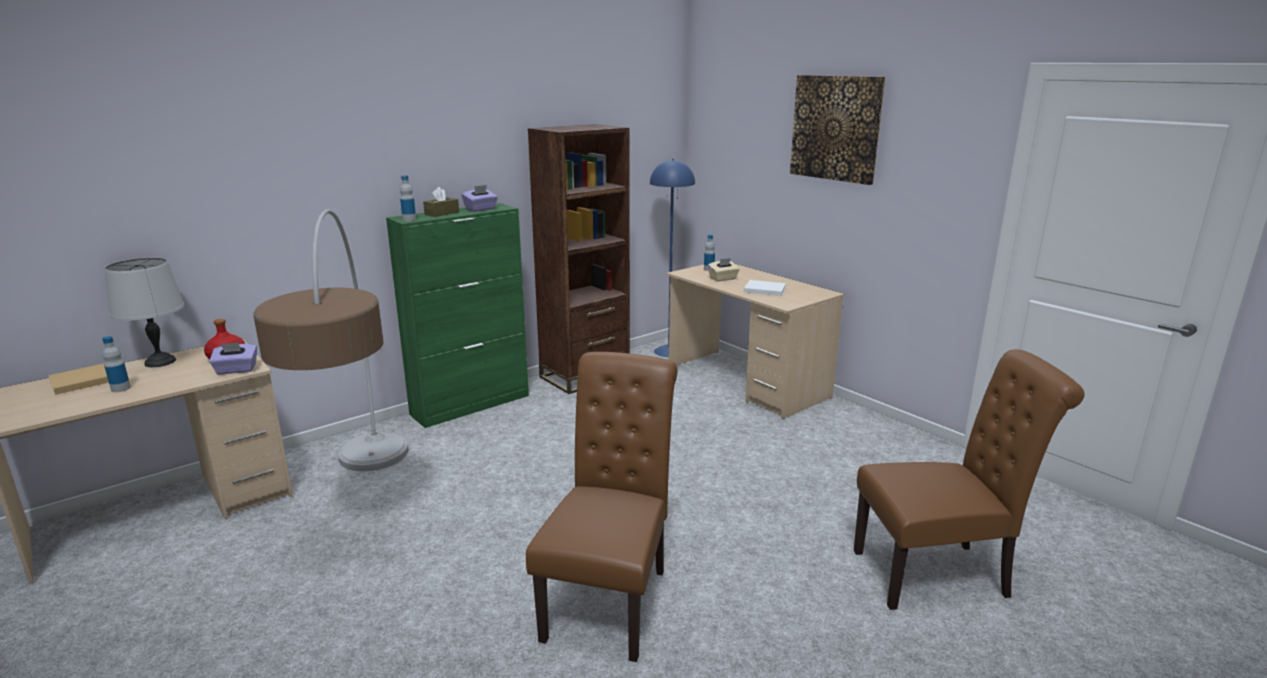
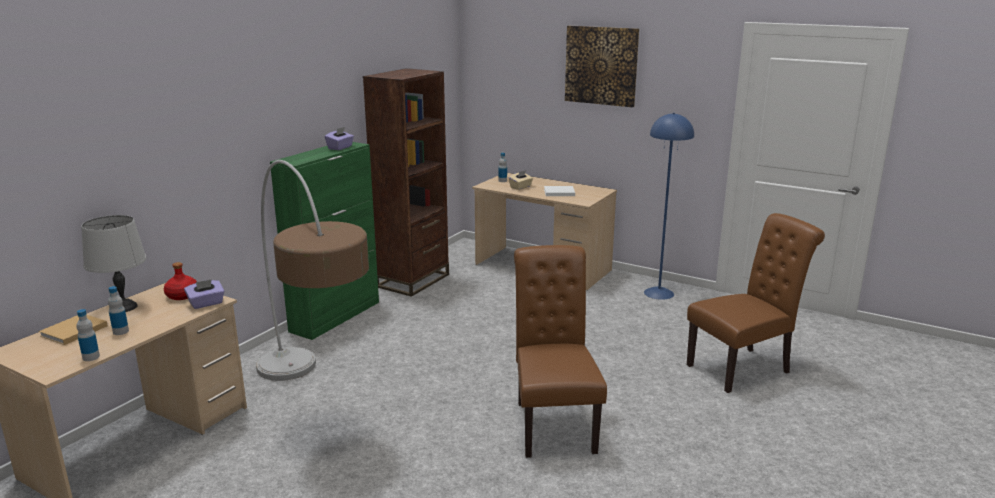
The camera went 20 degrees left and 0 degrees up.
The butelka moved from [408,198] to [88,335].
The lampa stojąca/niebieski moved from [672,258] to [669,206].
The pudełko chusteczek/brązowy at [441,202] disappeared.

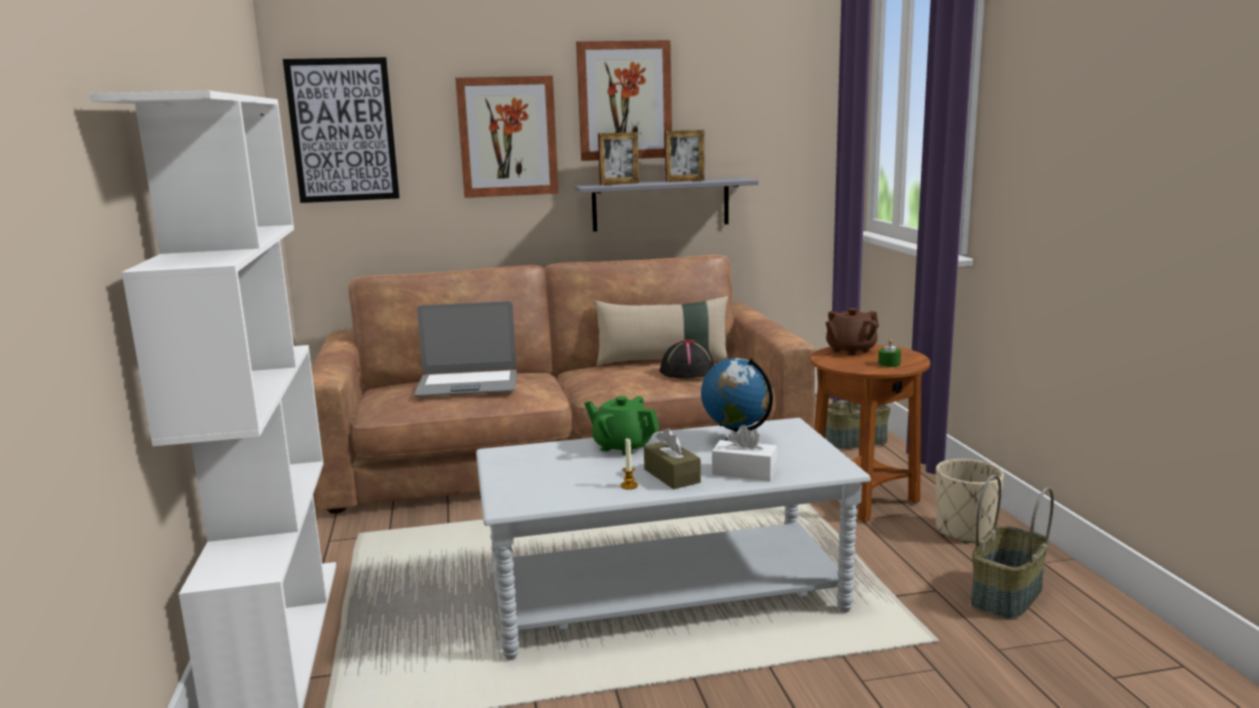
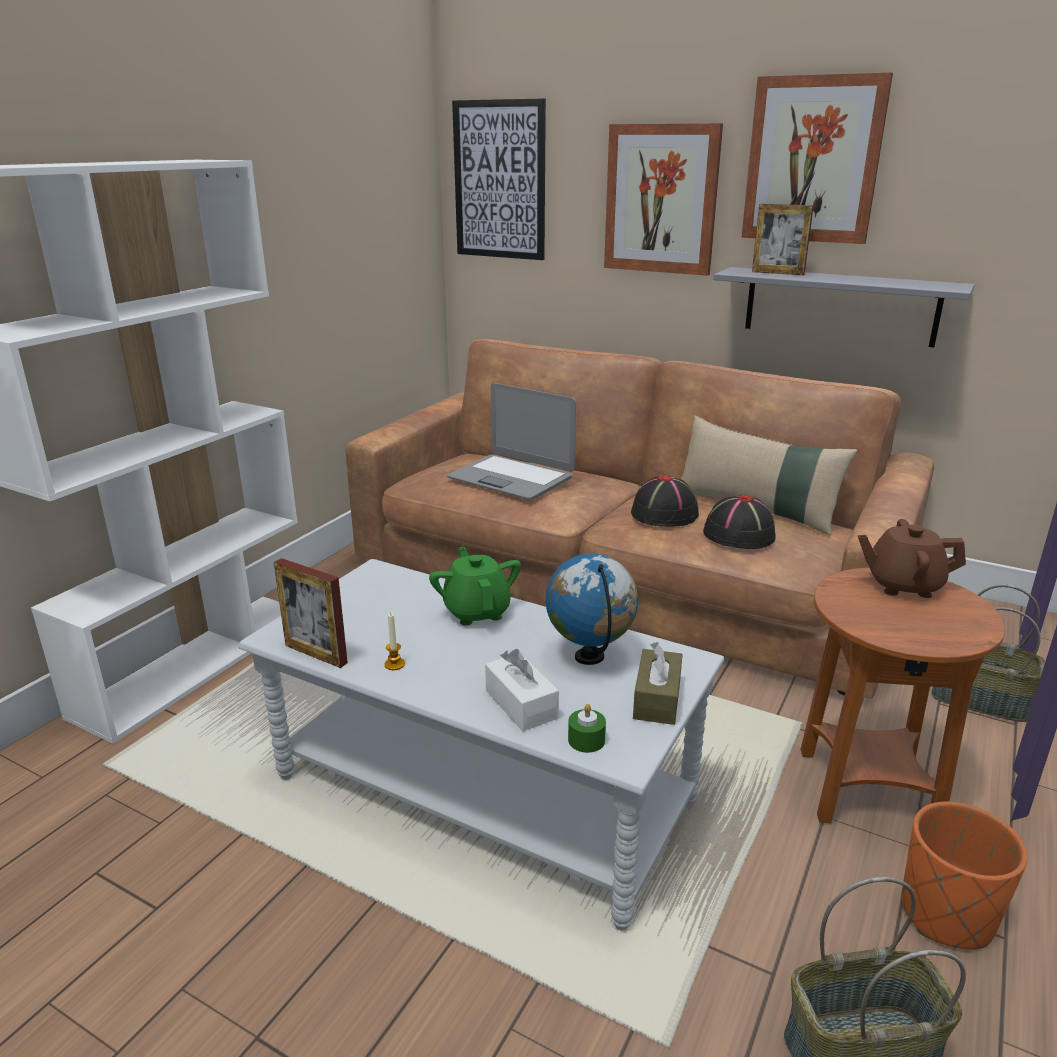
The camera went 40 degrees right and 10 degrees up.
The ramka na zdjęcie moved from [685,156] to [311,613].
The świeca/zielony moved from [889,353] to [587,728].
The kapelusz/czarny at [665,501] appeared.
The pudełko chusteczek/brązowy moved from [672,458] to [658,683].
The donica/beżowy at [970,501] became the donica/pomarańczowy at [964,875].

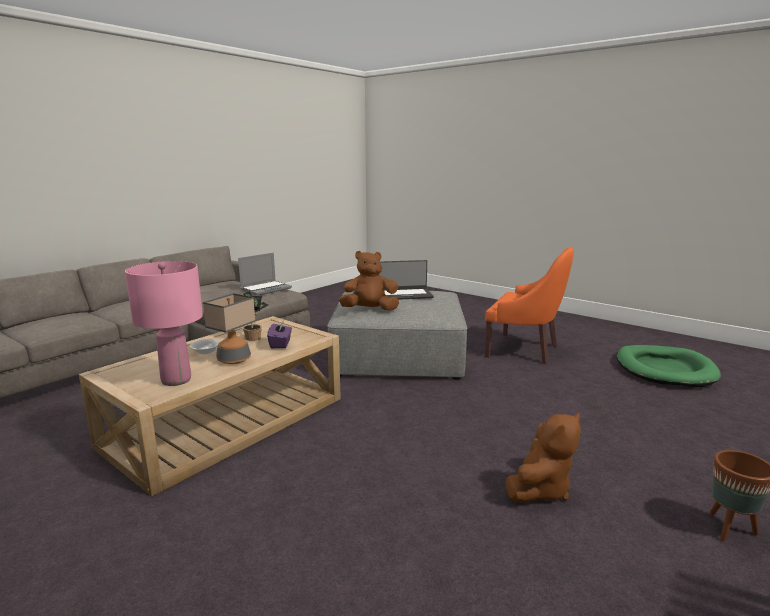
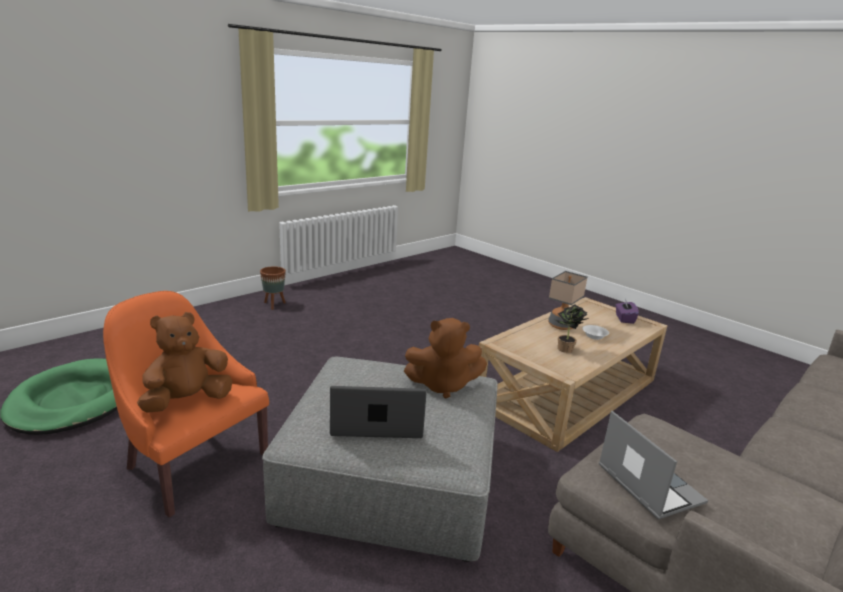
The camera went 175 degrees left and 5 degrees up.
The pluszak/brązowy moved from [543,458] to [185,362].
The laptop at [265,274] turned 105 degrees clockwise.
The pudełko chusteczek/fioletowy moved from [279,334] to [627,311].
The lampa stołowa/różowy at [164,323] disappeared.

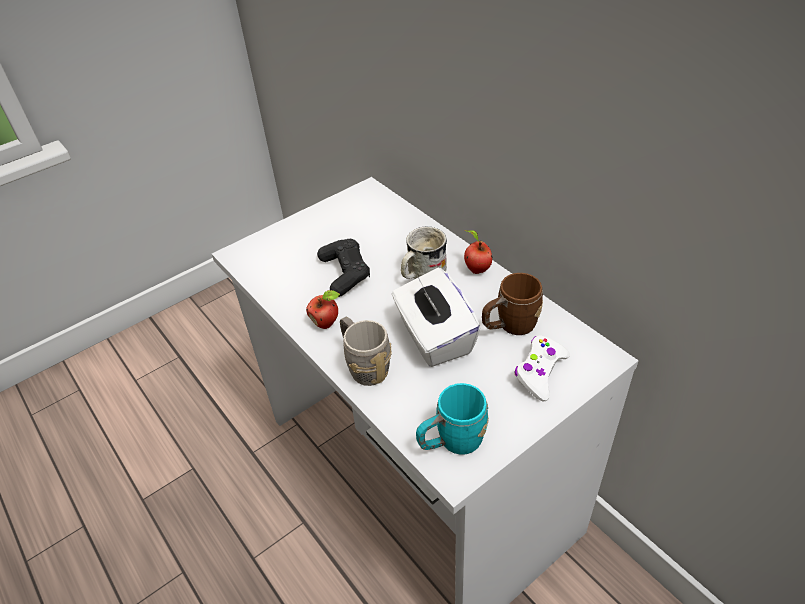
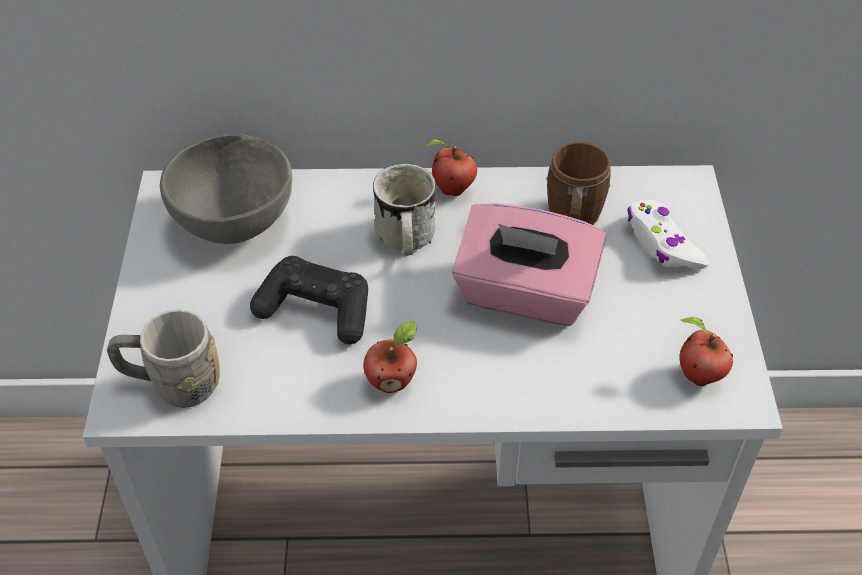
The camera went 55 degrees left and 5 degrees up.
The kubek/szary moved from [365,351] to [163,358].
The miska/szary at [226,189] appeared.
The pudełko chusteczek/biały at [436,317] became the pudełko chusteczek/różowy at [529,264].
The kubek/turkusowy at [452,419] was replaced by the jabłko at [706,351].

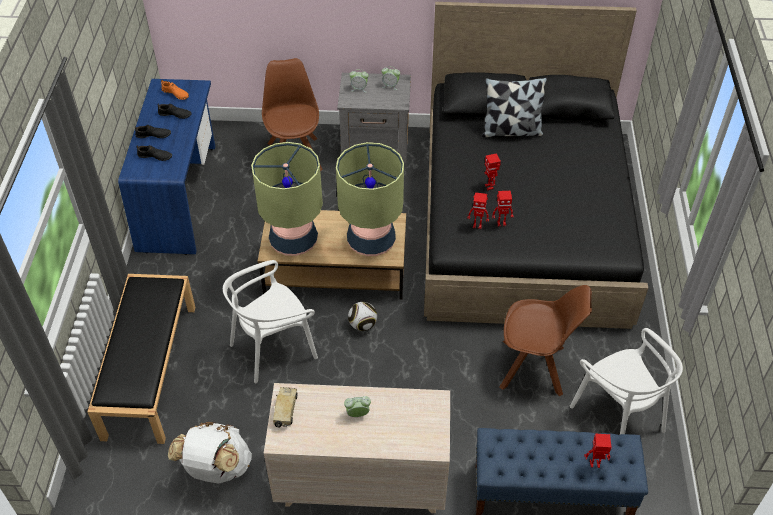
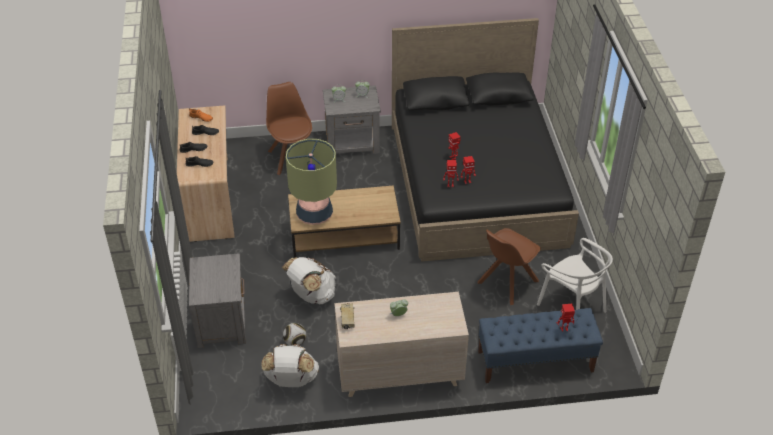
The camera went 10 degrees left and 5 degrees down.
The biurko/niebieski at [166,167] became the biurko/beżowy at [206,173].
The ławka/czarny at [141,359] was replaced by the szafka nocna/szary at [217,300].
The krzesło/biały at [270,321] was replaced by the plecak/biały at [309,280].
The piłka futbolowa moved from [362,316] to [294,334].
The krzesło/brązowy at [546,340] turned 135 degrees clockwise.
The lampa stołowa at [370,199] disappeared.
The poduszka at [514,107] disappeared.

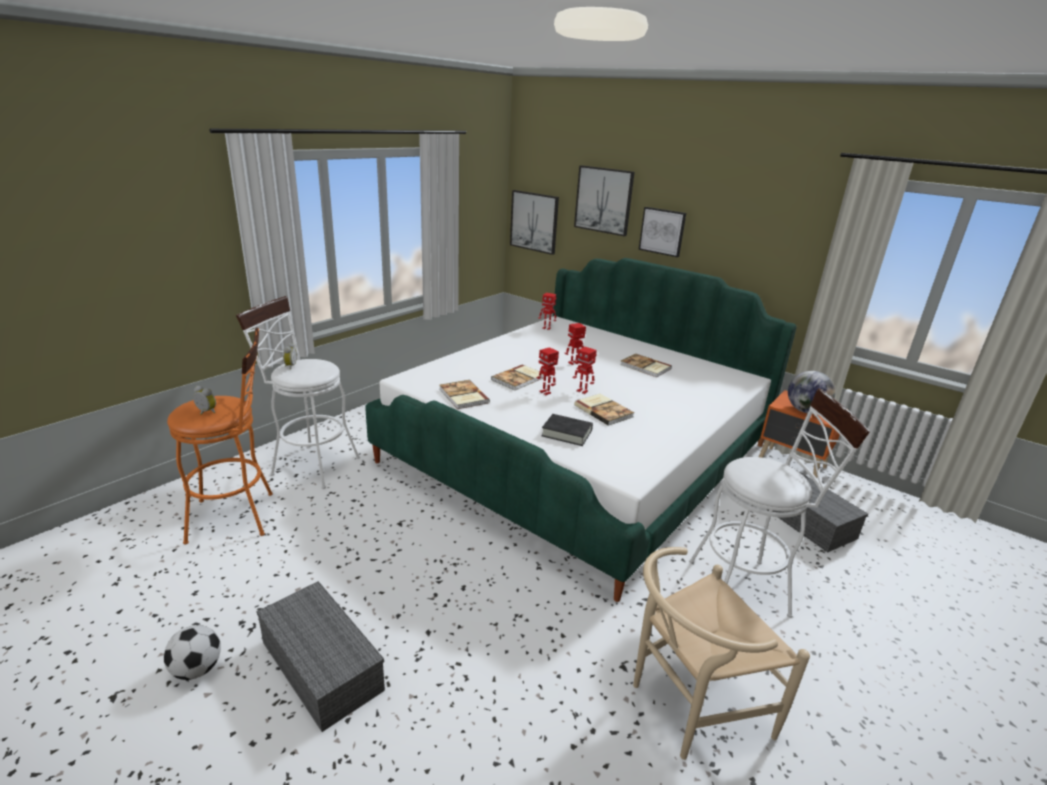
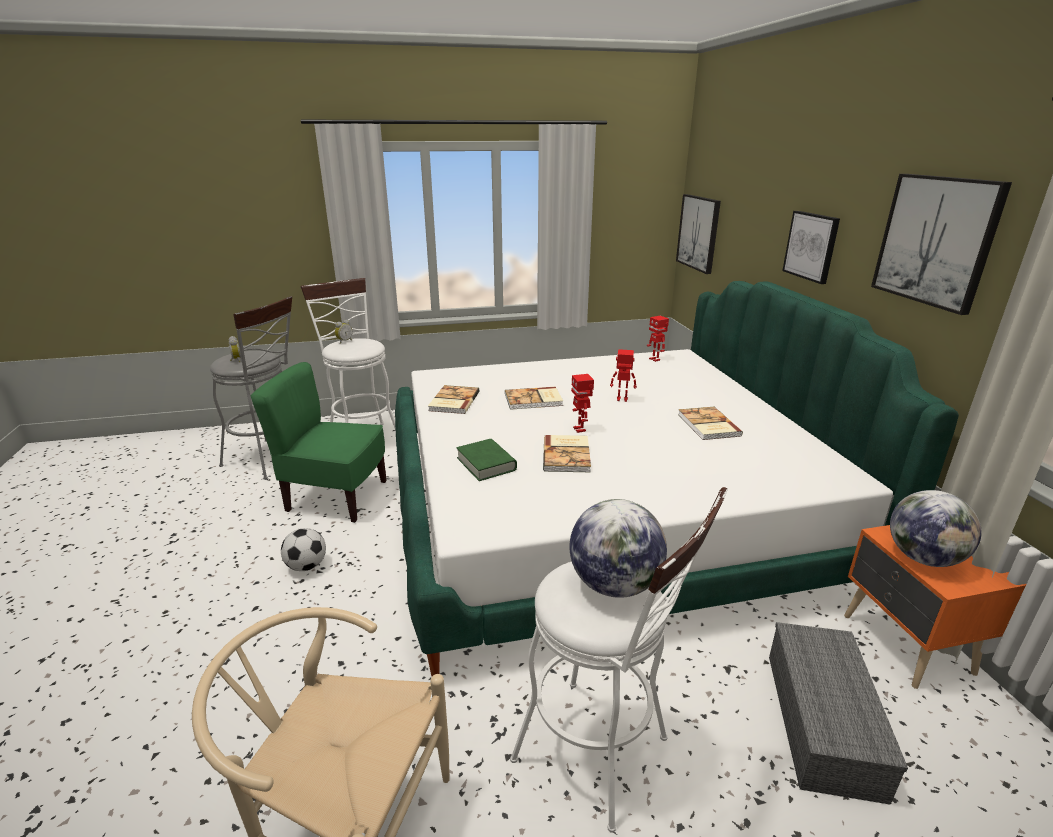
The camera went 40 degrees right and 0 degrees up.
The stołek/pomarańczowy at [220,436] became the stołek/szary at [251,388].
The krzesło/zielony at [319,442] appeared.
The piłka futbolowa moved from [192,652] to [303,549].
The książka/czarny at [567,430] became the książka/zielony at [486,460].
The globus at [618,548] appeared.
The obraz moved from [604,200] to [941,244].
The pojemnik do przechowywania/szary at [321,656] disappeared.
The robot zabawkowy at [548,371] disappeared.

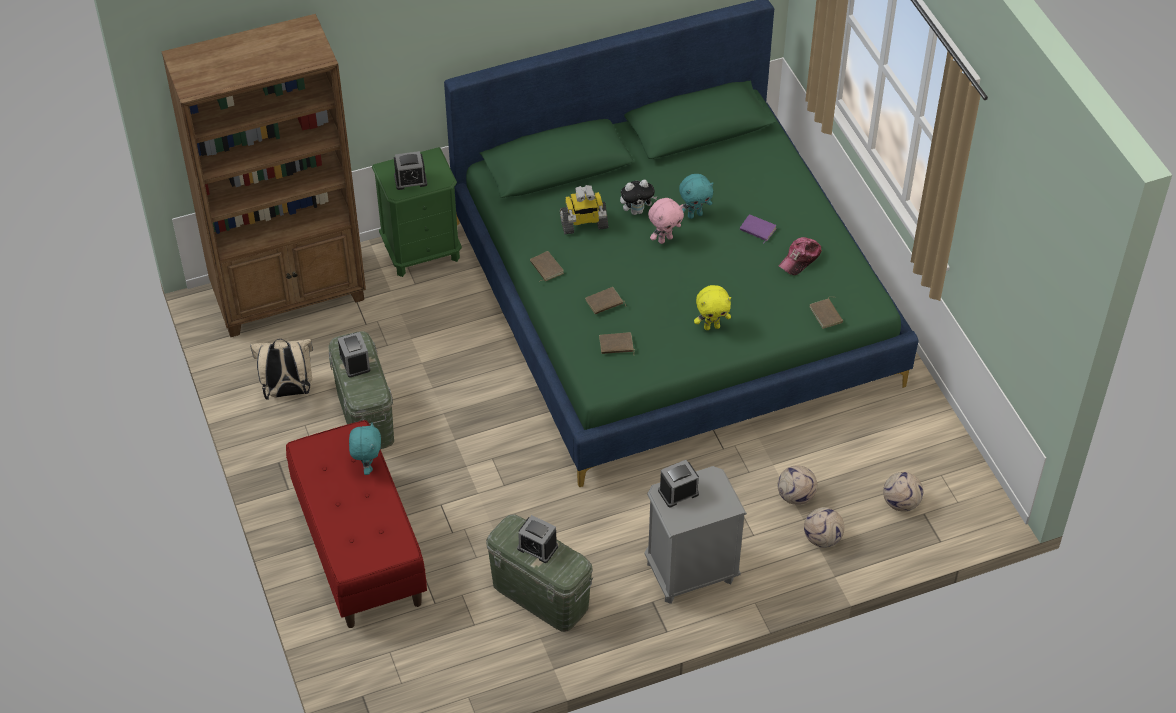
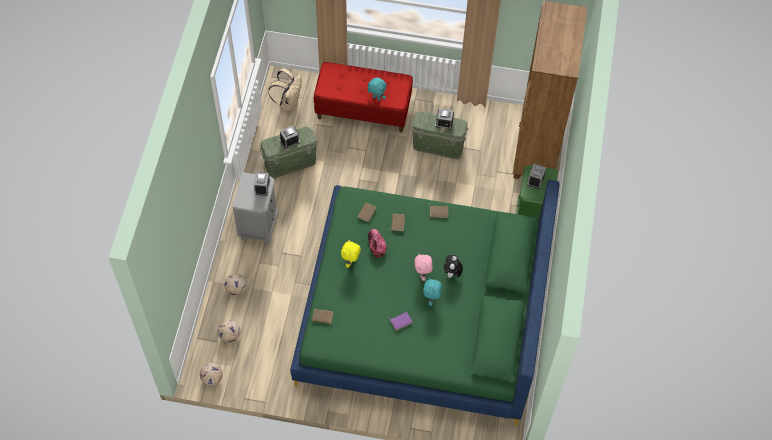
The camera went 120 degrees right and 10 degrees up.
The piłka futbolowa moved from [797,485] to [211,374].
The plecak/beżowy moved from [281,369] to [285,89].
The czapka z daszkiem moved from [800,256] to [377,243].
The robot zabawkowy at [584,209] disappeared.

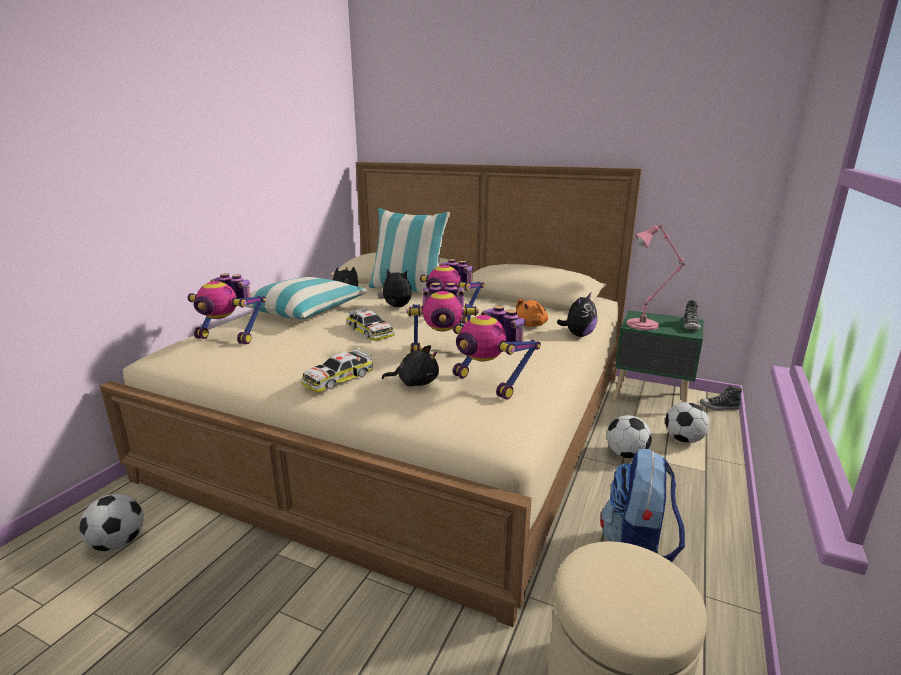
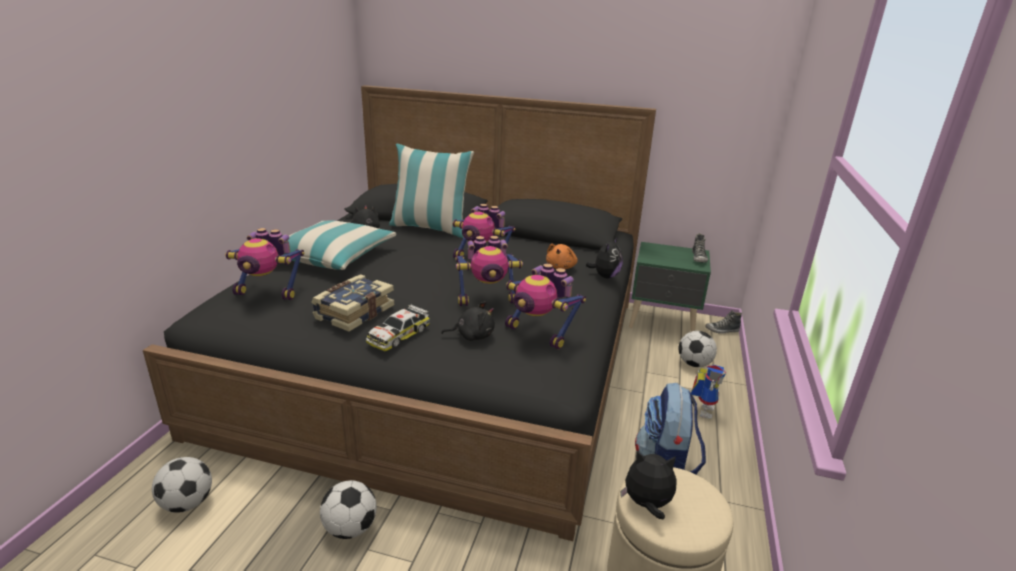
The camera went 10 degrees left and 5 degrees up.
The łóżko/beżowy at [371,394] became the łóżko/czarny at [399,313].
The książka at [352,303] appeared.
The piłka futbolowa moved from [629,436] to [348,509].
The pluszak moved from [395,288] to [648,484].
The robot zabawkowy at [708,392] appeared.
The samochodzik at [370,324] disappeared.
The lampa stołowa/różowy at [656,277] disappeared.

